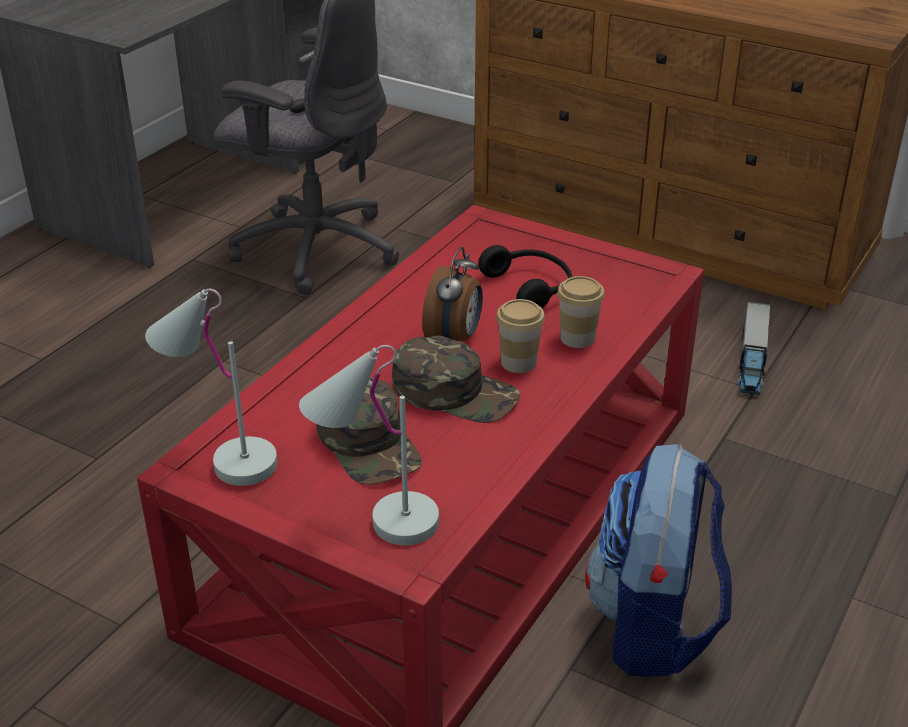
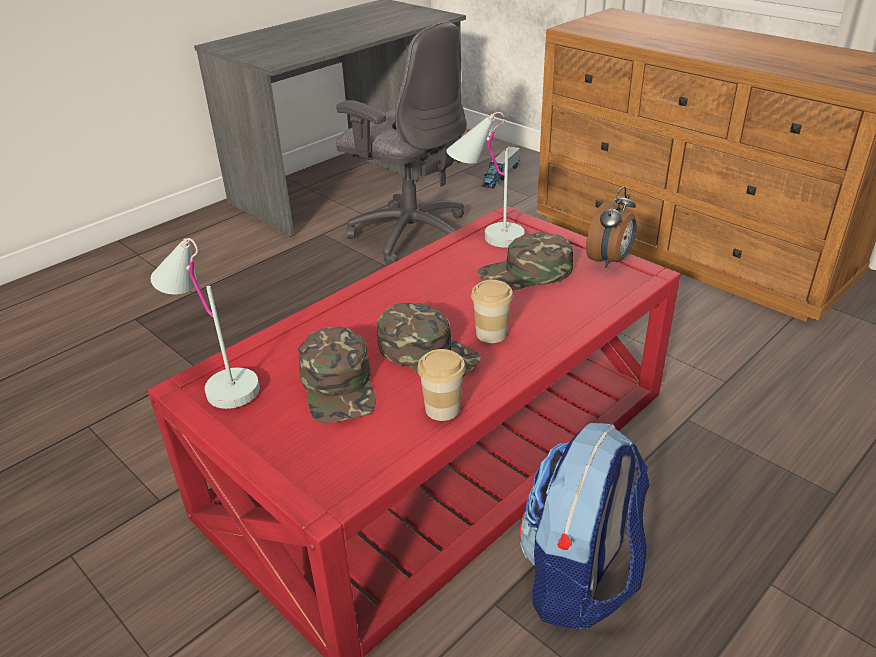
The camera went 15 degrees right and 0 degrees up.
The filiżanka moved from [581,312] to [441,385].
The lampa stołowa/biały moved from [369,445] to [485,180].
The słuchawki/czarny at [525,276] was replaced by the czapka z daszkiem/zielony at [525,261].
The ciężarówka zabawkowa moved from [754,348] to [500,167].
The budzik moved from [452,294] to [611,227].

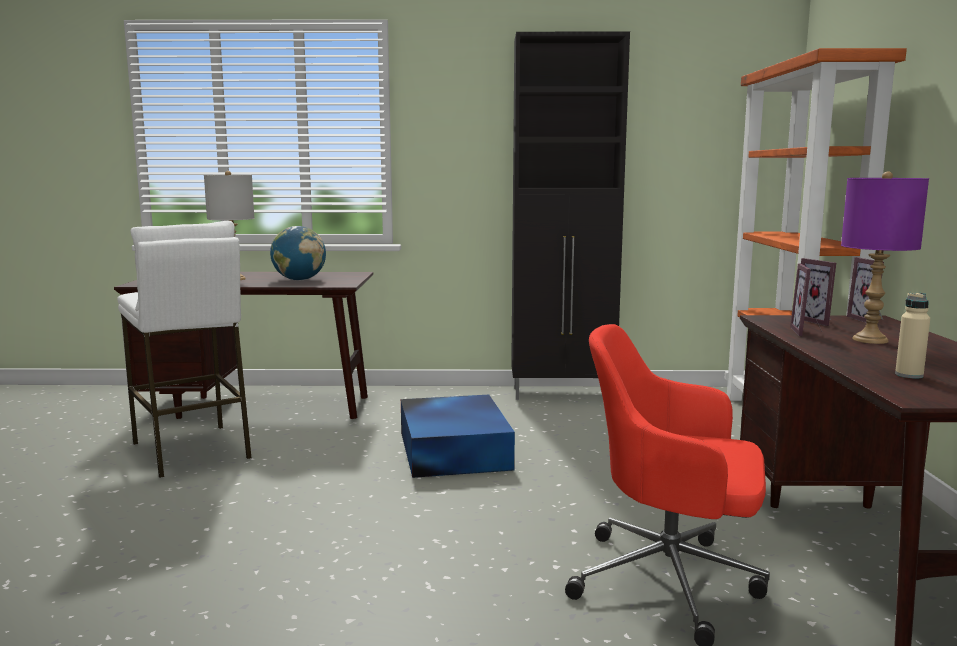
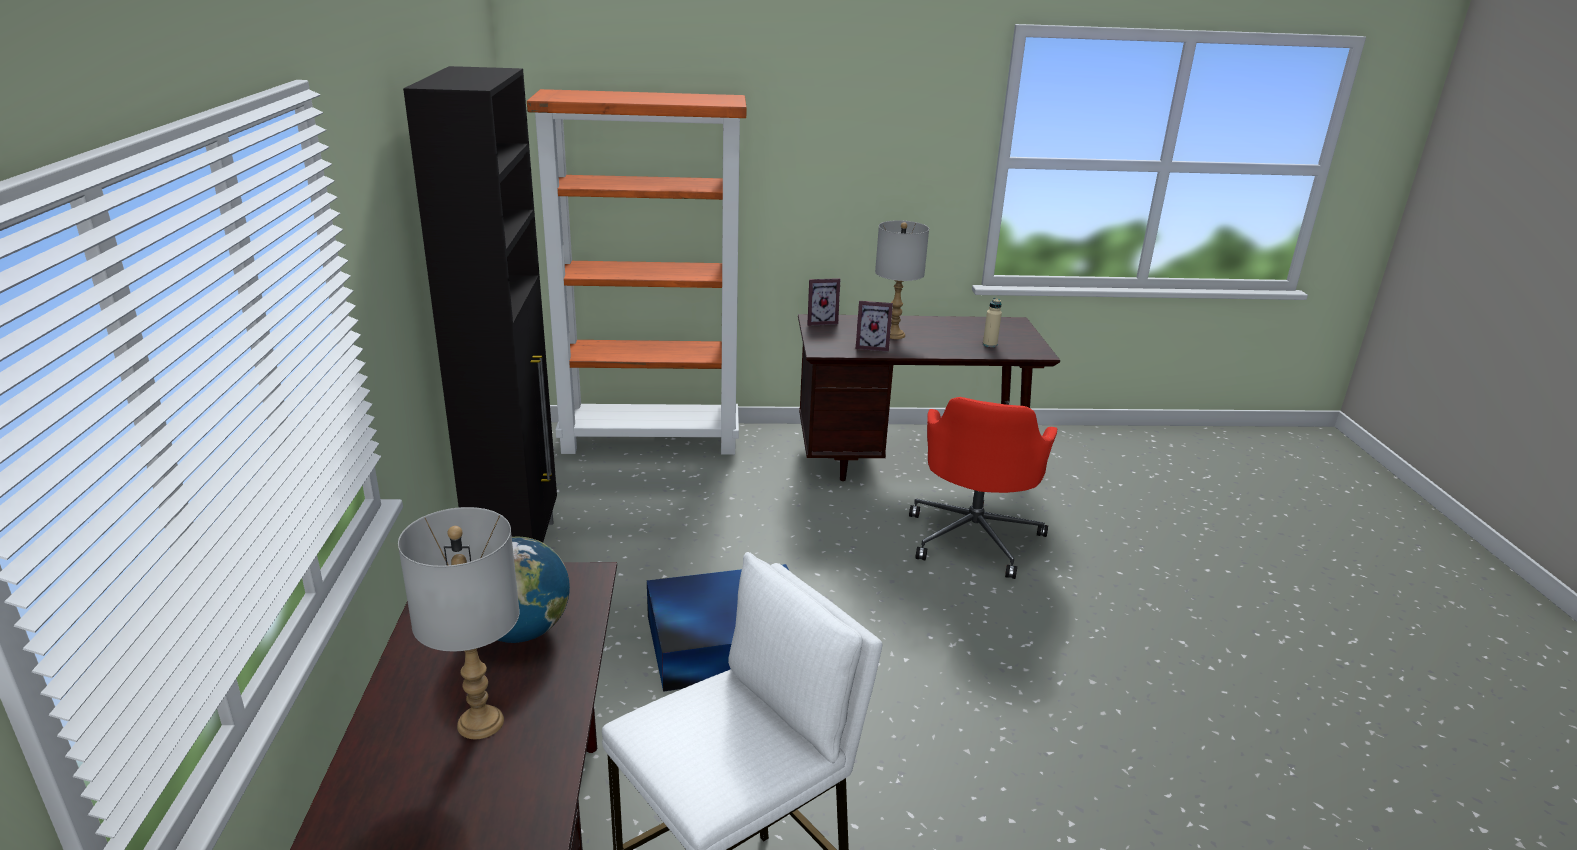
The camera went 95 degrees left and 15 degrees up.
The lampa stołowa/fioletowy at [885,257] became the lampa stołowa/szary at [902,279].
The ramka na zdjęcie at [818,292] disappeared.

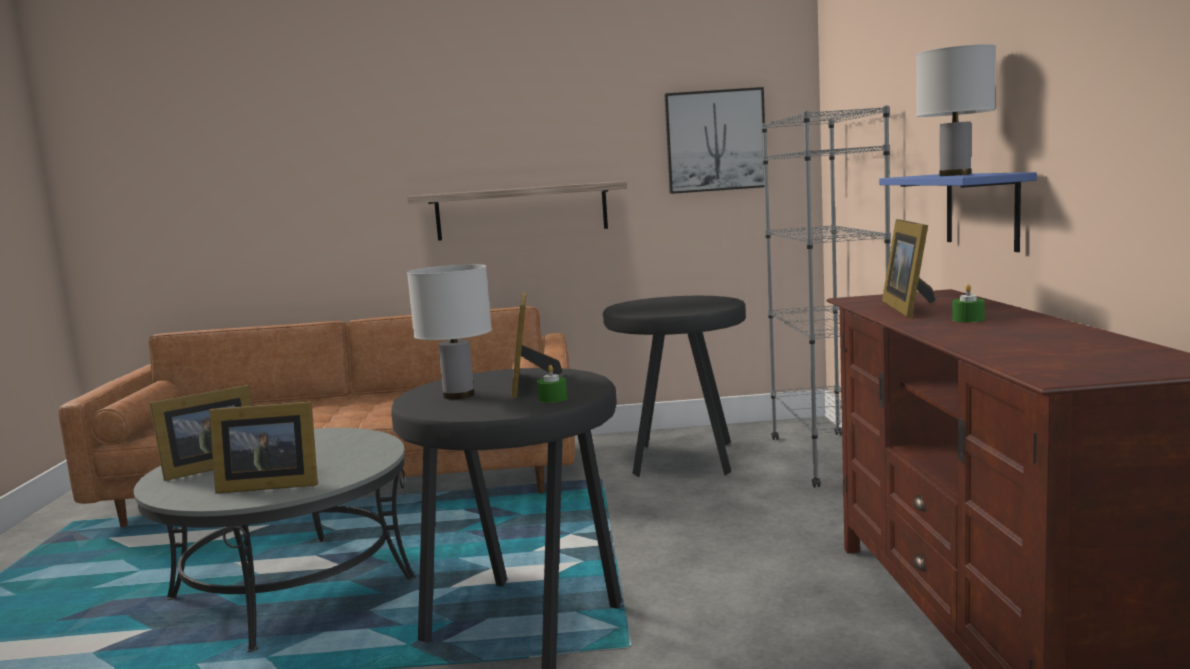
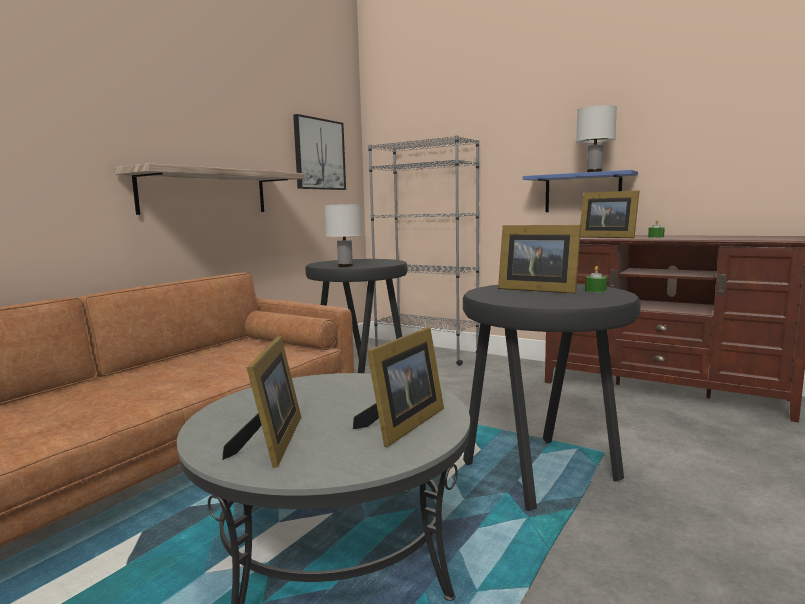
The camera went 55 degrees left and 0 degrees up.
The lampa stołowa/biały moved from [449,331] to [343,235].

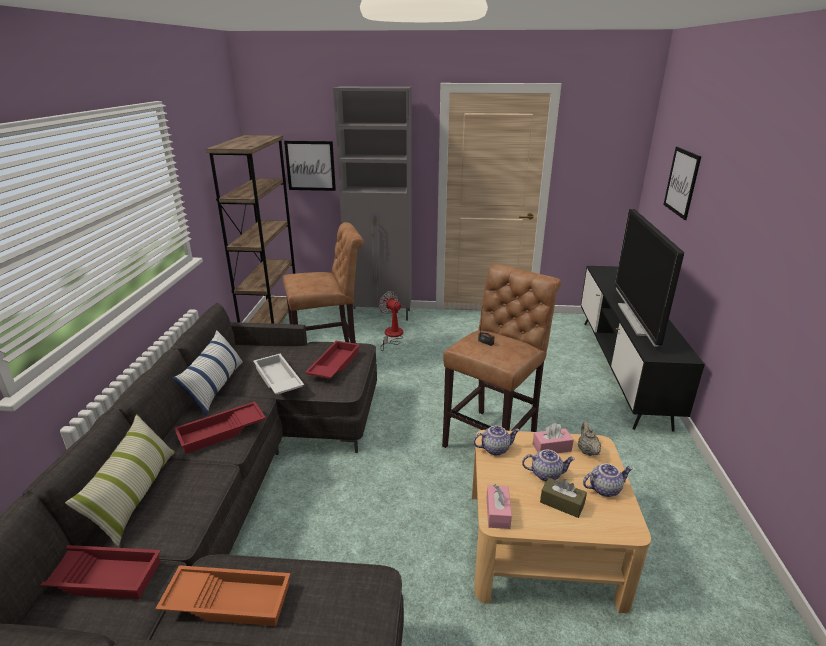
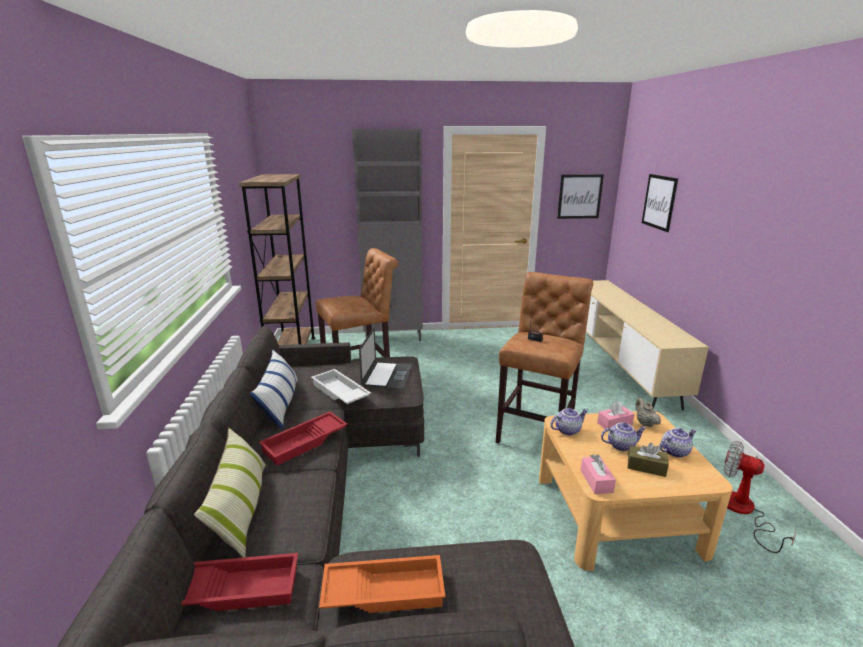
The camera went 10 degrees left and 5 degrees down.
The taca/czerwony at [332,360] was replaced by the laptop at [385,358].
The obraz moved from [310,166] to [580,196].
The szafka pod telewizor/czarny at [643,349] became the szafka pod telewizor/beżowy at [647,345].
The wentylator moved from [391,321] to [760,497].
The telewizor at [649,278] disappeared.

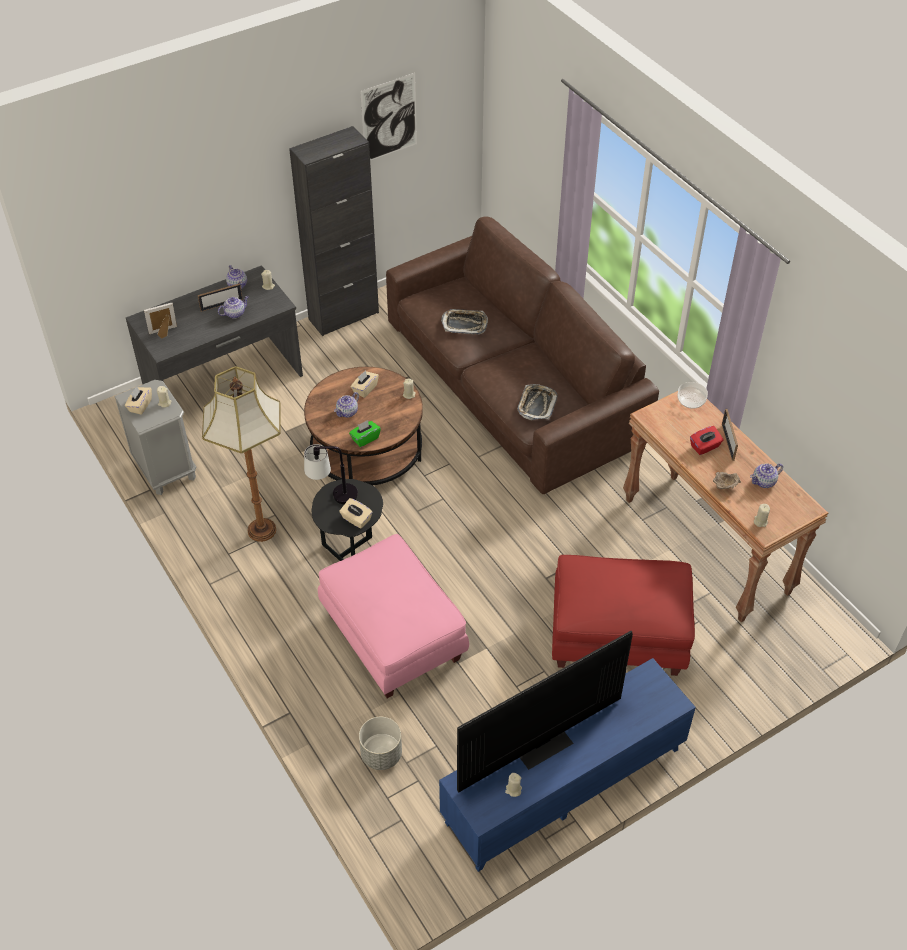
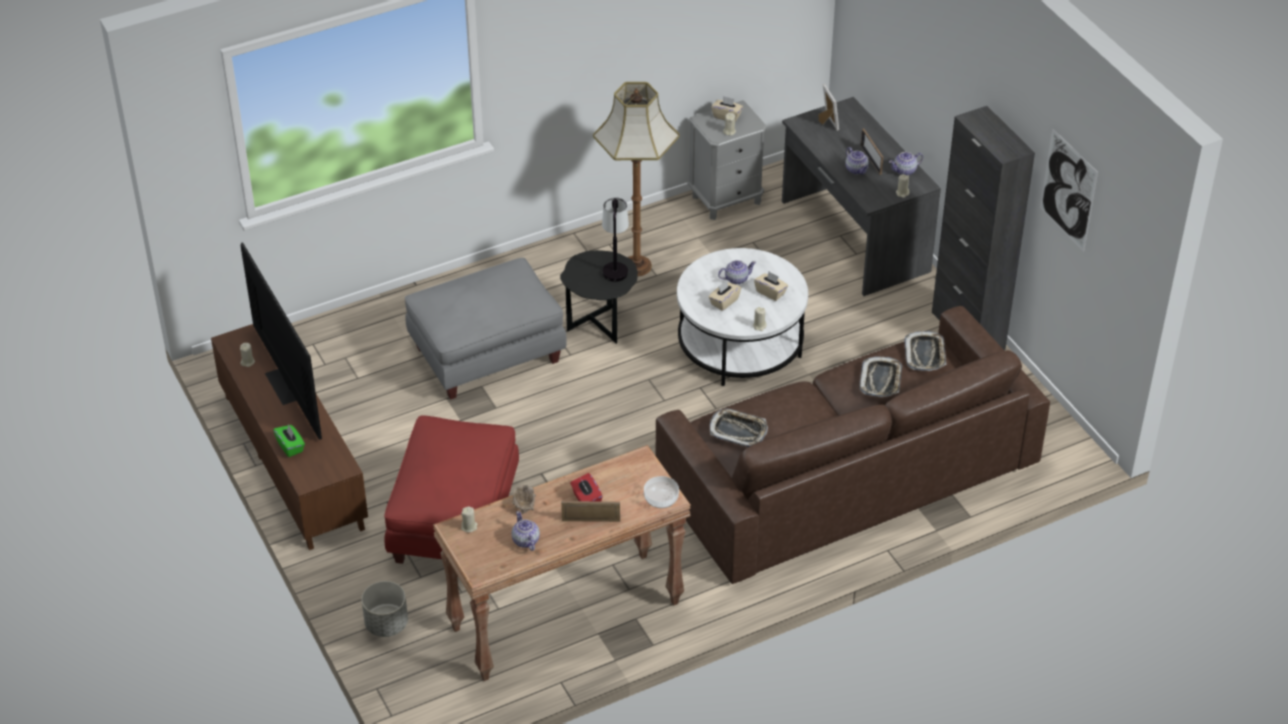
The camera went 95 degrees right and 5 degrees down.
The szafka pod telewizor/niebieski at [567,765] became the szafka pod telewizor/brązowy at [289,437].
The pudełko chusteczek/zielony moved from [365,433] to [289,441].
The donica/szary moved from [380,743] to [385,609].
The pufa/różowy at [393,616] became the pufa/szary at [486,329].
The ława/brązowy at [363,426] became the ława/biały at [742,317].
The pudełko chusteczek/beżowy moved from [355,513] to [724,296].
The imbryk at [346,404] turned 120 degrees clockwise.
The taca at [925,351] appeared.

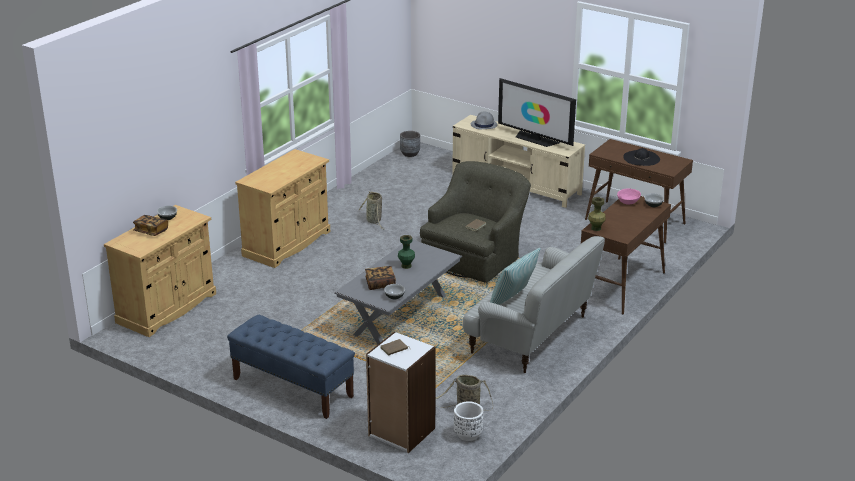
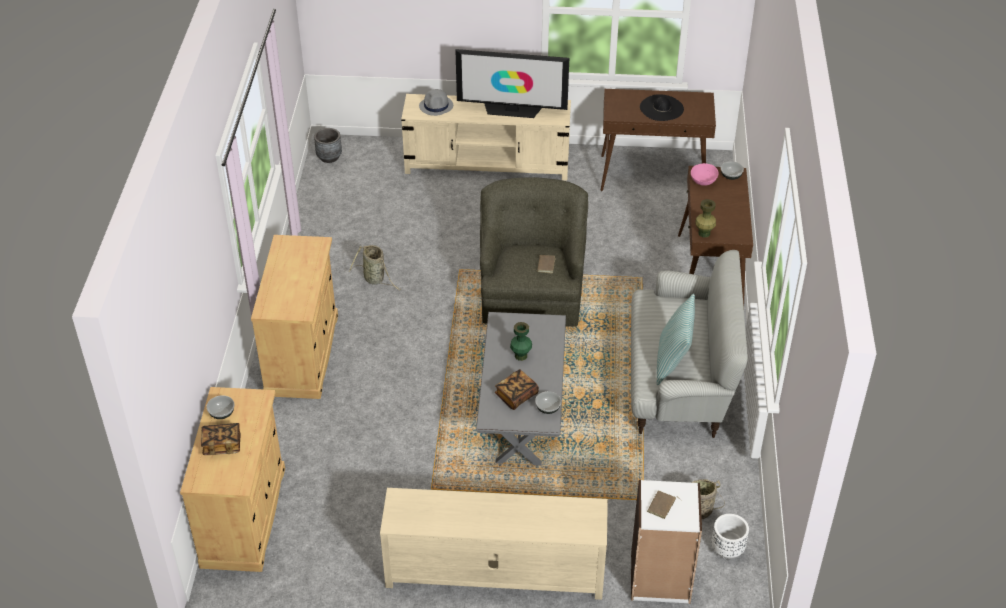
The camera went 30 degrees left and 15 degrees up.
The ławka/niebieski at [291,367] was replaced by the szafka pod telewizor/beżowy at [494,544].

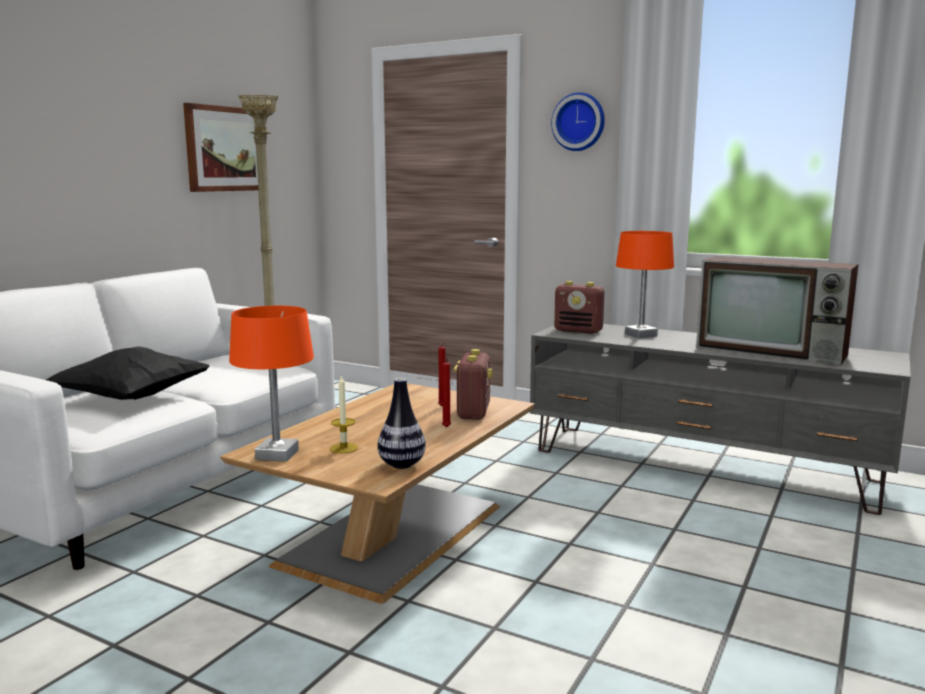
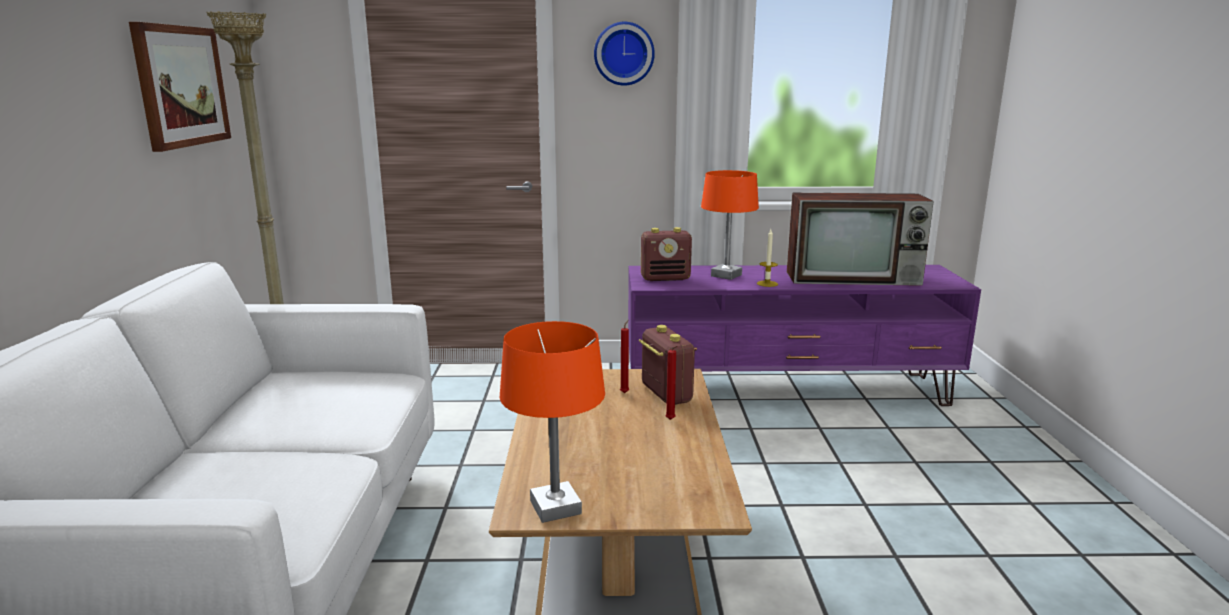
The camera went 30 degrees left and 5 degrees up.
The szafka pod telewizor/szary at [720,419] became the szafka pod telewizor/fioletowy at [804,335].
The świeca moved from [344,414] to [767,258].
The poduszka/czarny at [128,373] disappeared.
The wazon at [401,423] disappeared.

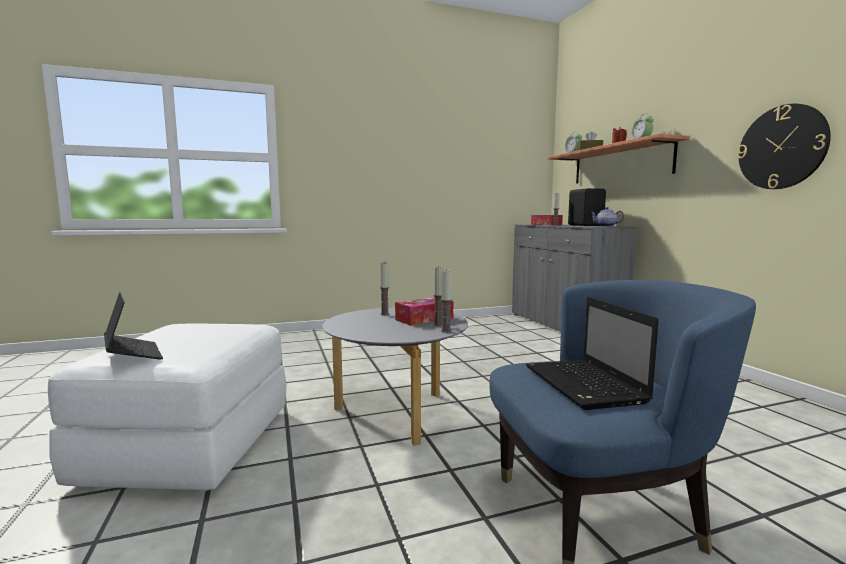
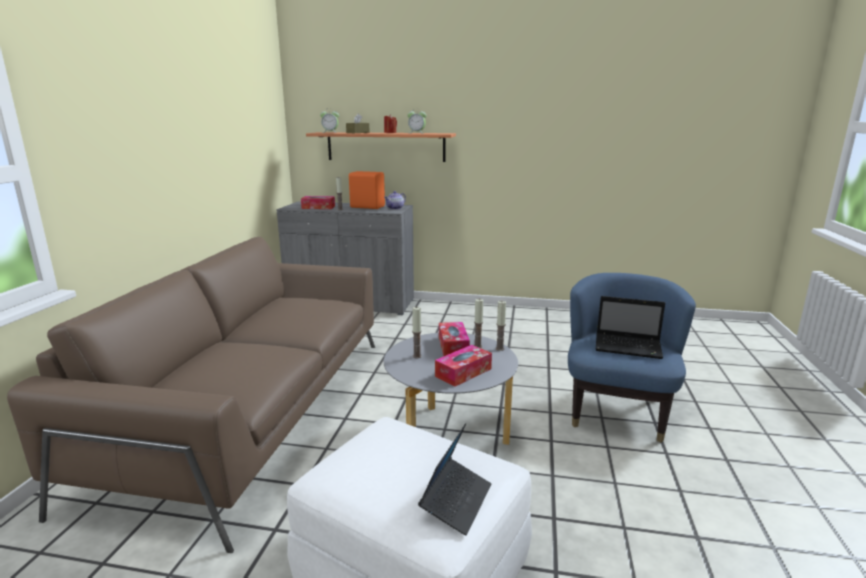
The camera went 60 degrees left and 10 degrees up.
The kanapa/brązowy at [191,395] appeared.
The głośnik/czarny at [587,207] became the głośnik/pomarańczowy at [367,190].
The laptop at [133,325] turned 120 degrees clockwise.
The pudełko chusteczek at [463,366] appeared.
The zegar ścienny at [784,146] disappeared.

